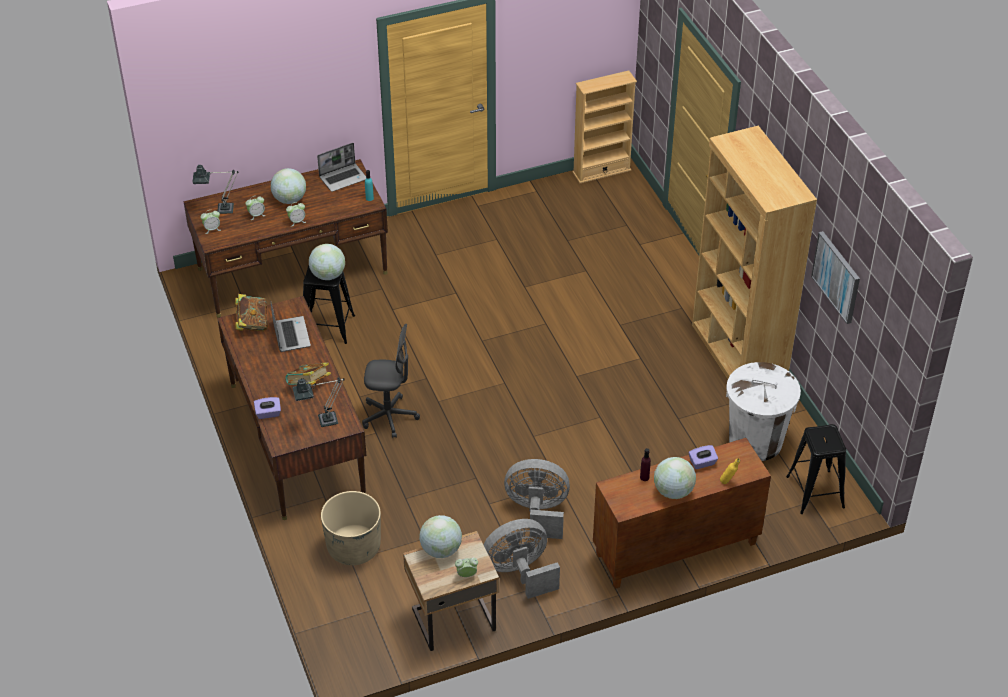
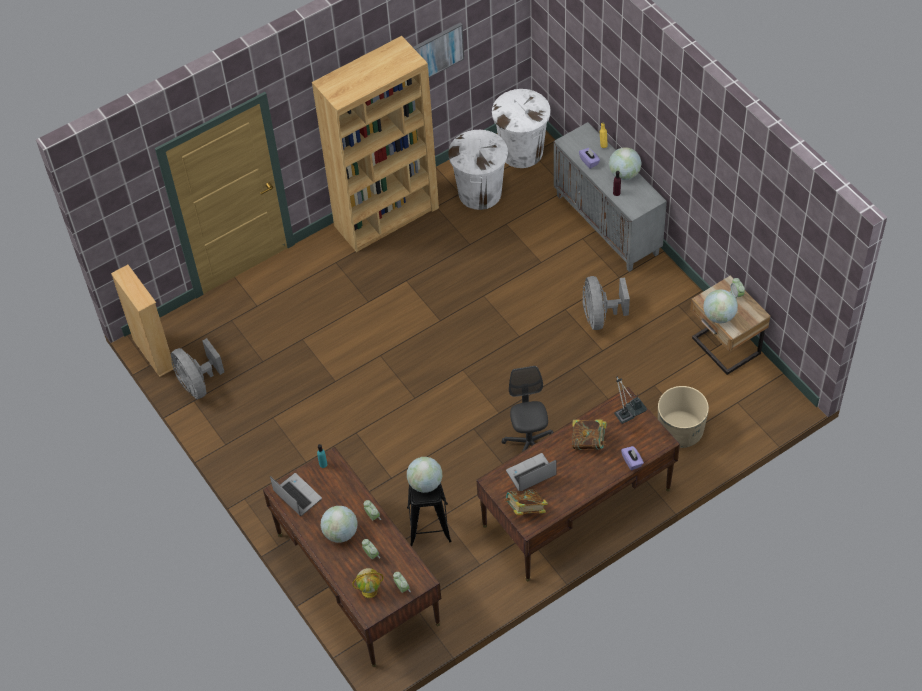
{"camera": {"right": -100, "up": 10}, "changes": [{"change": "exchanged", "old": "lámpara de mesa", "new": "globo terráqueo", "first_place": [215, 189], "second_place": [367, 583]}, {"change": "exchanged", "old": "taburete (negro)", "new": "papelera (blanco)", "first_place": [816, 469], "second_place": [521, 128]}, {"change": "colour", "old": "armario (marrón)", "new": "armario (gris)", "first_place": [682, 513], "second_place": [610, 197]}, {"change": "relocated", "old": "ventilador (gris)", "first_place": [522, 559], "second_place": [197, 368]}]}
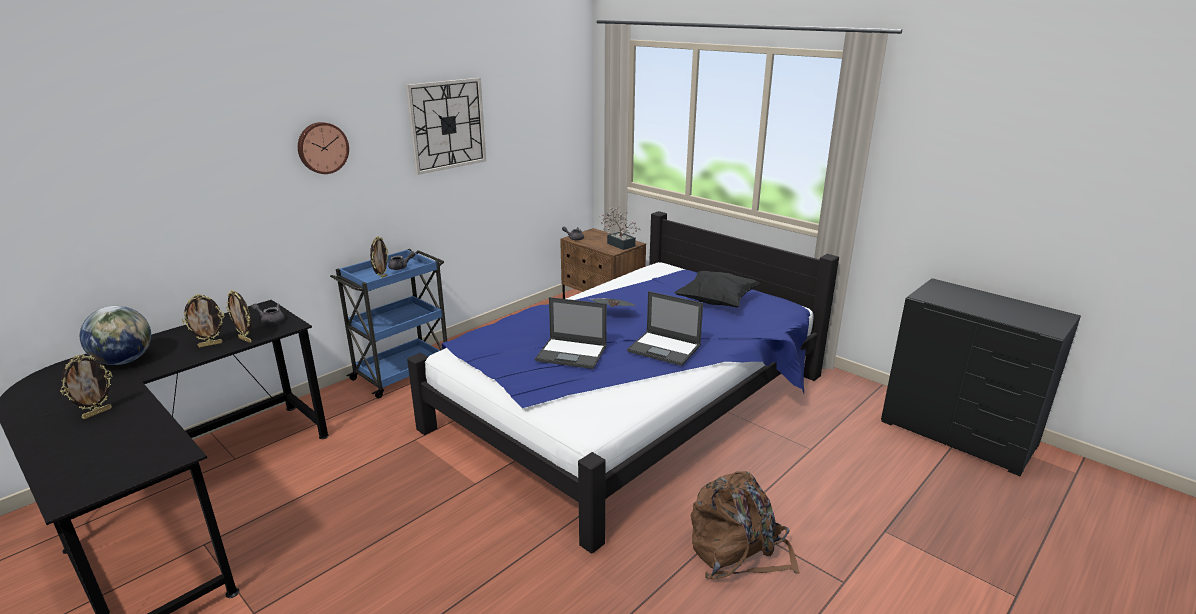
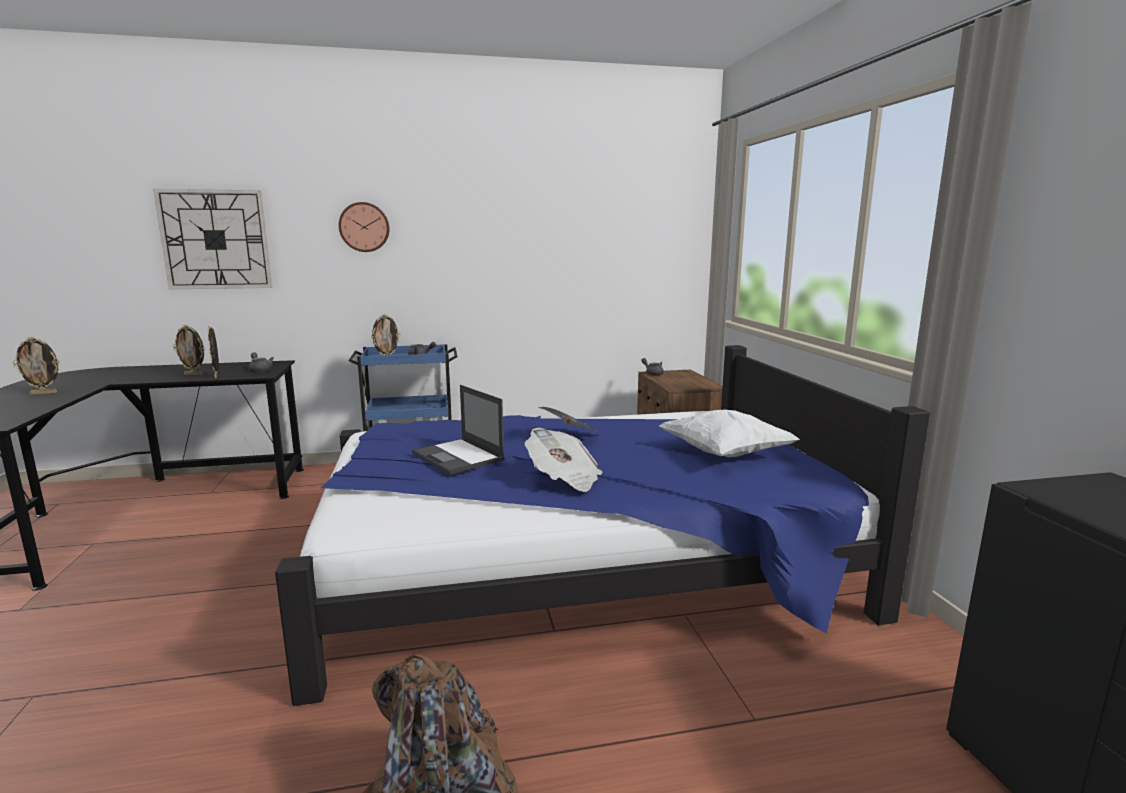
{"camera": {"right": 35, "up": -10}, "changes": [{"change": "relocated", "old": "reloj de pared", "first_place": [446, 126], "second_place": [212, 239]}, {"change": "missing", "old": "planta en maceta", "first_place": [619, 228]}, {"change": "colour", "old": "cojín (negro)", "new": "cojín (blanco)", "first_place": [717, 289], "second_place": [729, 433]}, {"change": "exchanged", "old": "portátil", "new": "periódico", "first_place": [665, 328], "second_place": [563, 460]}, {"change": "missing", "old": "globo terráqueo", "first_place": [115, 335]}]}
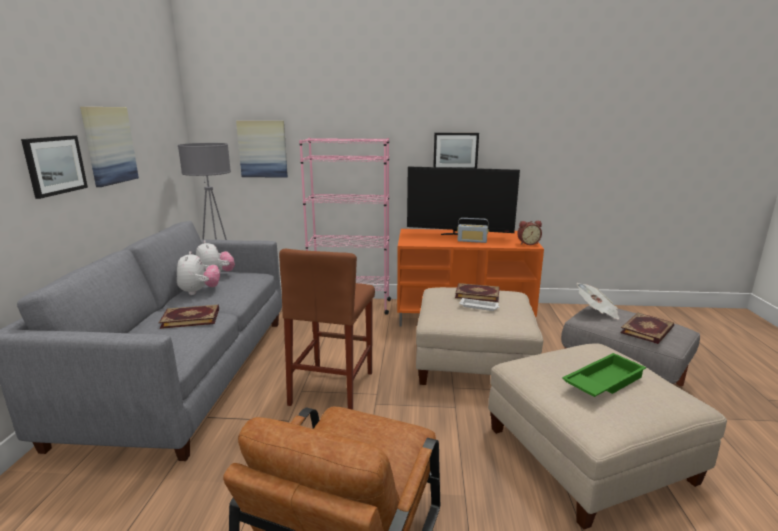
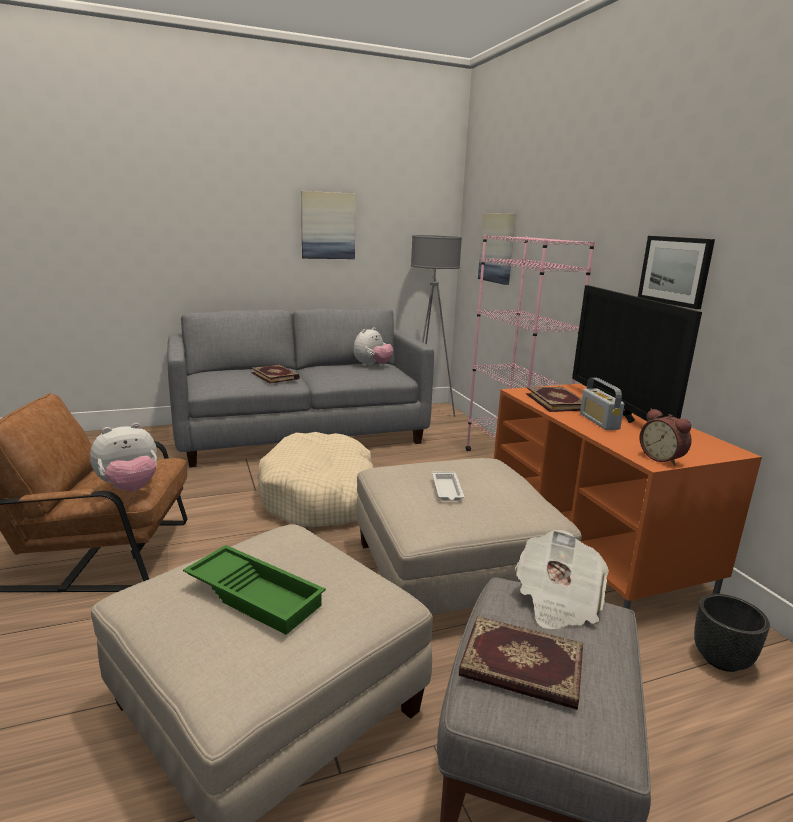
{"camera": {"right": 65, "up": 0}, "changes": [{"change": "missing", "old": "cuadro", "first_place": [54, 167]}, {"change": "exchanged", "old": "taburete (marrón)", "new": "cama para perro (beis)", "first_place": [327, 329], "second_place": [315, 479]}, {"change": "relocated", "old": "peluche", "first_place": [198, 273], "second_place": [123, 457]}, {"change": "relocated", "old": "libro", "first_place": [477, 292], "second_place": [554, 399]}, {"change": "appeared", "new": "maceta (negro)", "second_place": [732, 633]}]}
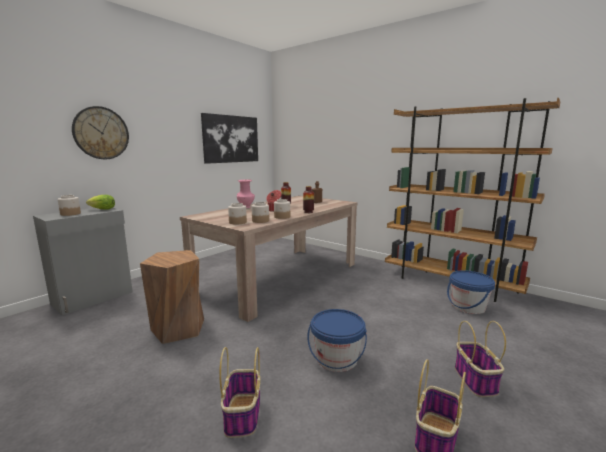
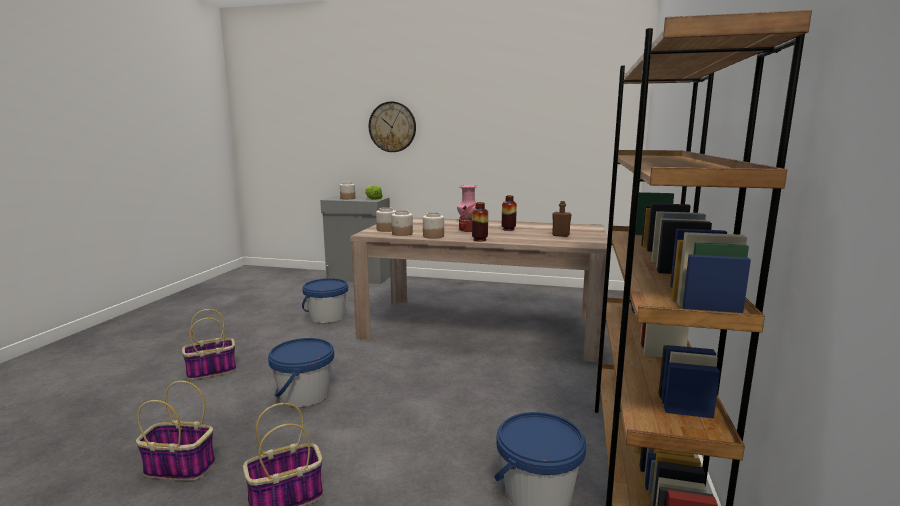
{"camera": {"right": 65, "up": 0}, "changes": [{"change": "missing", "old": "cuadro", "first_place": [229, 138]}, {"change": "exchanged", "old": "taburete (marrón)", "new": "cubo (azul)", "first_place": [172, 297], "second_place": [325, 300]}]}
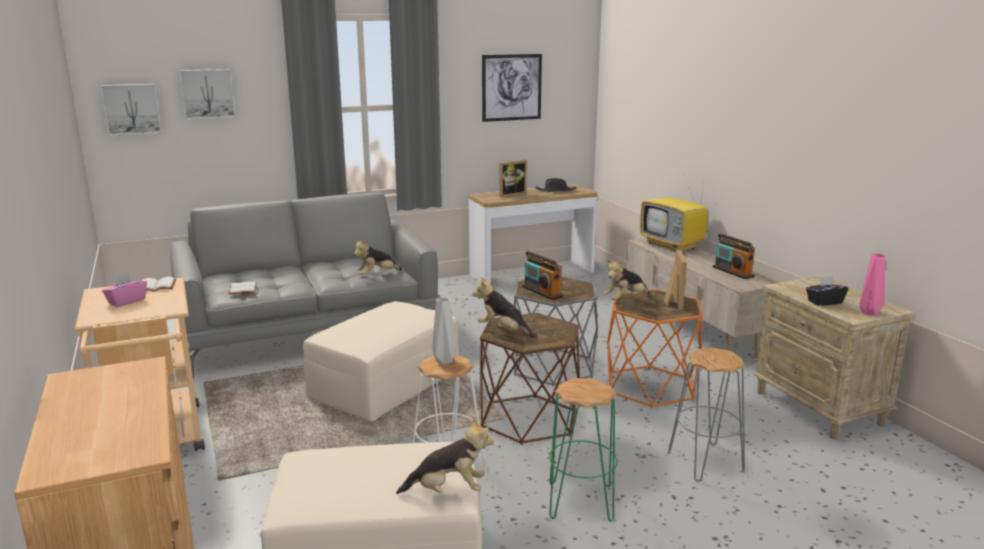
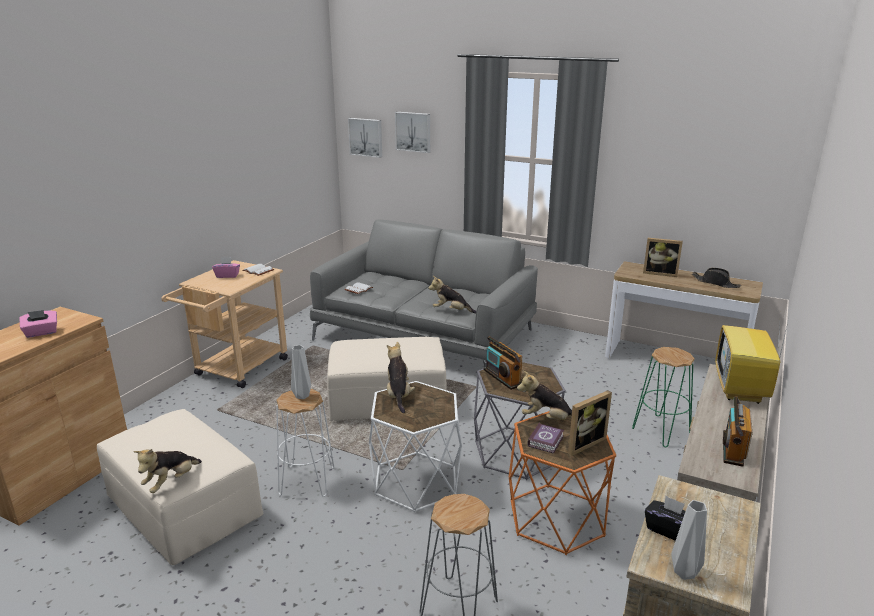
{"camera": {"right": 50, "up": 5}, "changes": [{"change": "missing", "old": "cuadro", "first_place": [512, 88]}, {"change": "spun", "old": "radio", "first_place": [542, 275], "second_place": [503, 363], "degrees": -45}, {"change": "colour", "old": "florero (rosa)", "new": "florero (gris)", "first_place": [872, 284], "second_place": [689, 540]}, {"change": "colour", "old": "mesa auxiliar (marrón)", "new": "mesa auxiliar (blanco)", "first_place": [530, 379], "second_place": [415, 447]}, {"change": "relocated", "old": "taburete (verde)", "first_place": [583, 450], "second_place": [663, 397]}, {"change": "spun", "old": "peluche", "first_place": [445, 455], "second_place": [167, 471], "degrees": 75}, {"change": "appeared", "new": "caja de pañuelos (rosa)", "second_place": [38, 324]}, {"change": "appeared", "new": "libro", "second_place": [545, 438]}]}
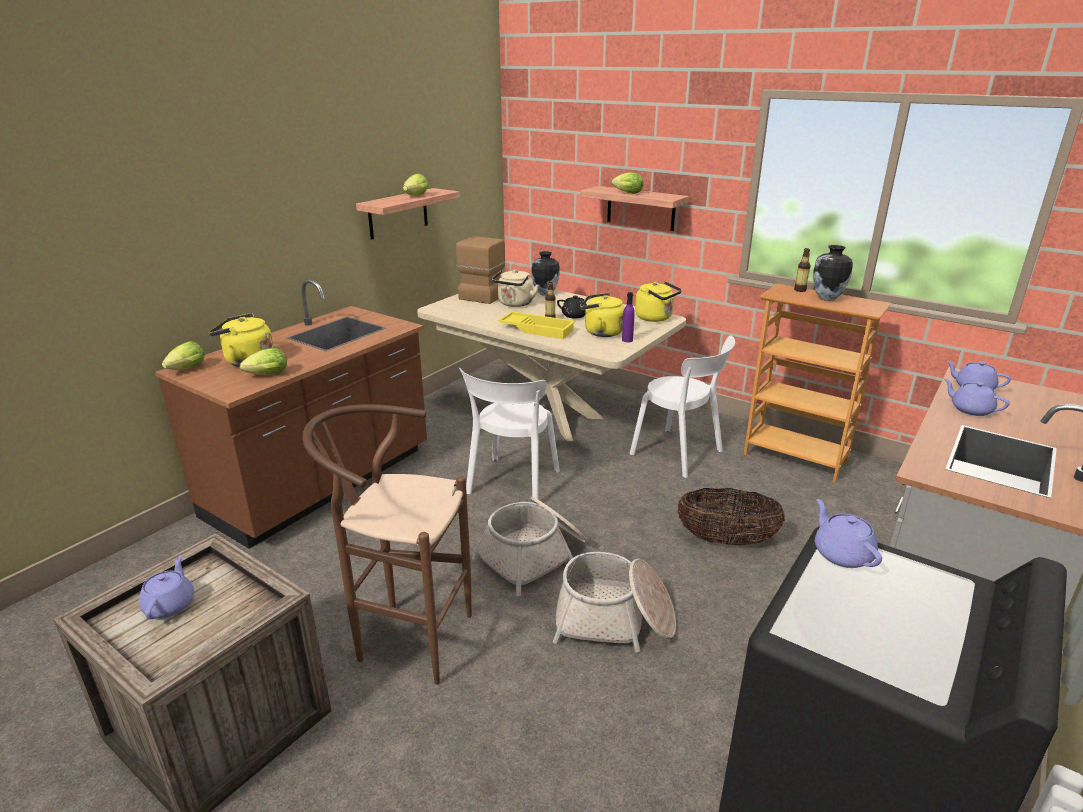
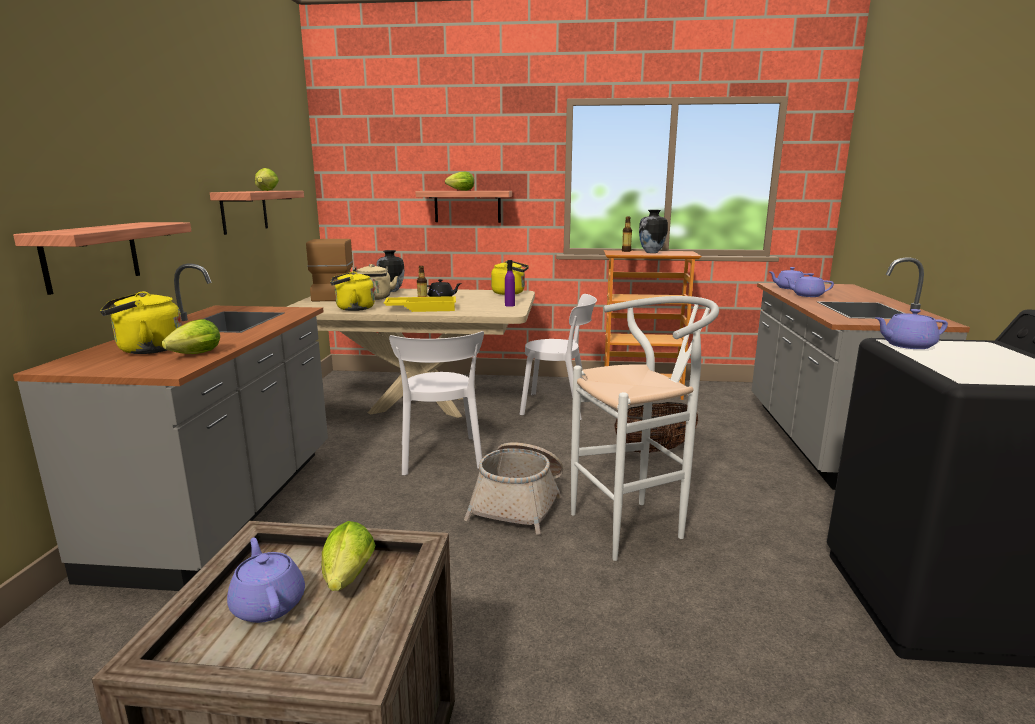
{"camera": {"right": -30, "up": -10}, "changes": [{"change": "colour", "old": "mueble bajo de cocina (marrón)", "new": "mueble bajo de cocina (gris)", "first_place": [291, 414], "second_place": [170, 427]}, {"change": "relocated", "old": "hervidor (amarillo)", "first_place": [602, 315], "second_place": [352, 291]}, {"change": "relocated", "old": "lechuga", "first_place": [183, 355], "second_place": [348, 556]}, {"change": "missing", "old": "taburete (marrón)", "first_place": [387, 544]}, {"change": "spun", "old": "tetera (morado)", "first_place": [848, 533], "second_place": [911, 329], "degrees": -45}, {"change": "exchanged", "old": "cesta", "new": "taburete (blanco)", "first_place": [614, 602], "second_place": [645, 428]}, {"change": "appeared", "new": "estante", "second_place": [102, 258]}]}
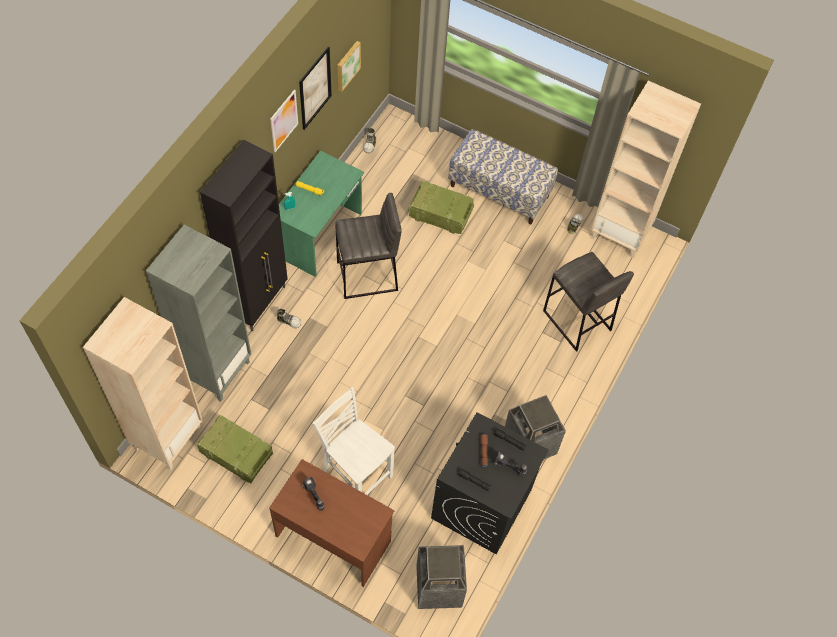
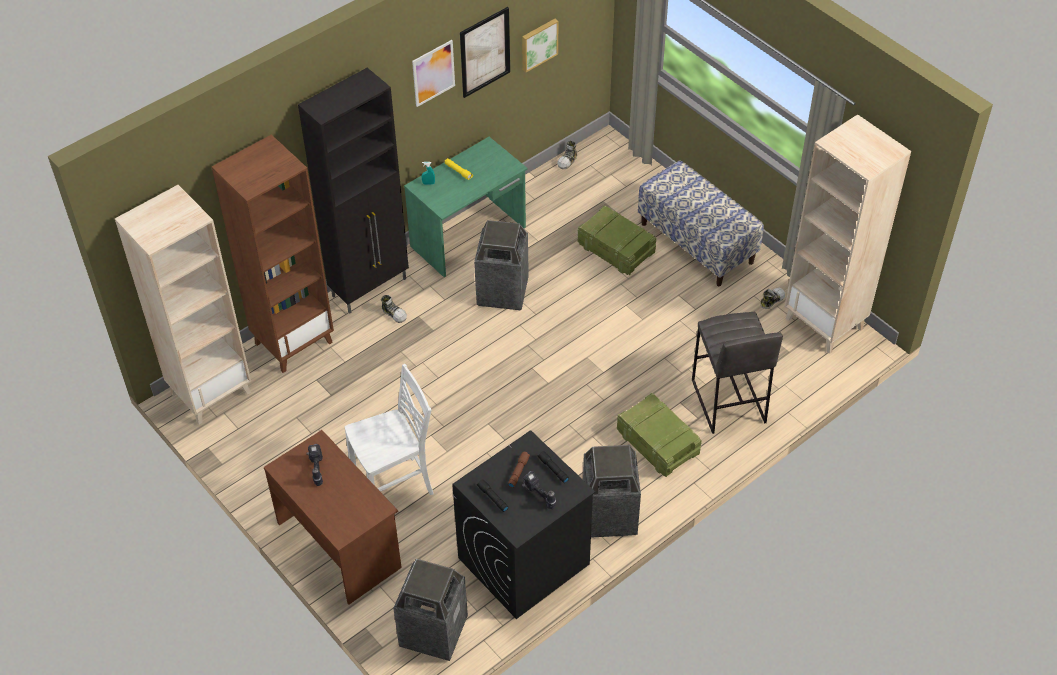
{"camera": {"right": 25, "up": -10}, "changes": [{"change": "exchanged", "old": "taburete (gris)", "new": "papelera", "first_place": [368, 246], "second_place": [501, 265]}, {"change": "colour", "old": "estantería (gris)", "new": "estantería (marrón)", "first_place": [198, 313], "second_place": [273, 254]}, {"change": "spun", "old": "silla (blanco)", "first_place": [353, 441], "second_place": [389, 429], "degrees": 90}, {"change": "relocated", "old": "caja de embalaje", "first_place": [235, 448], "second_place": [659, 435]}]}
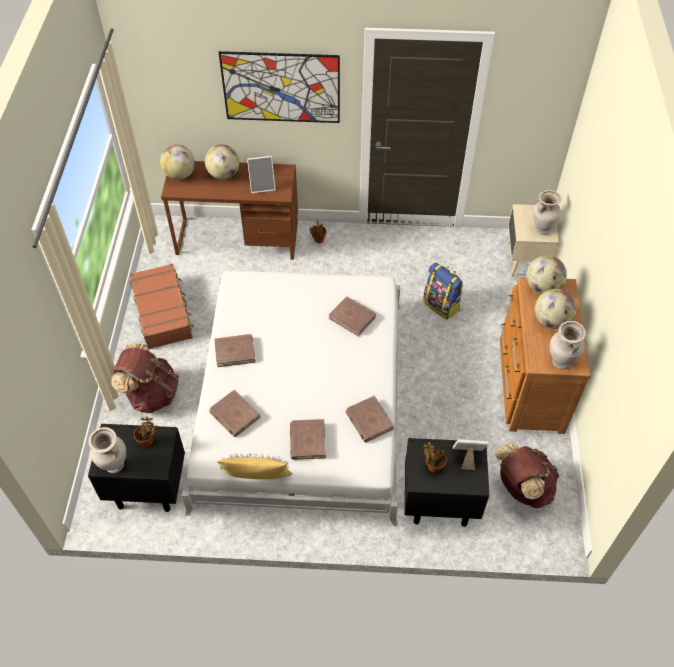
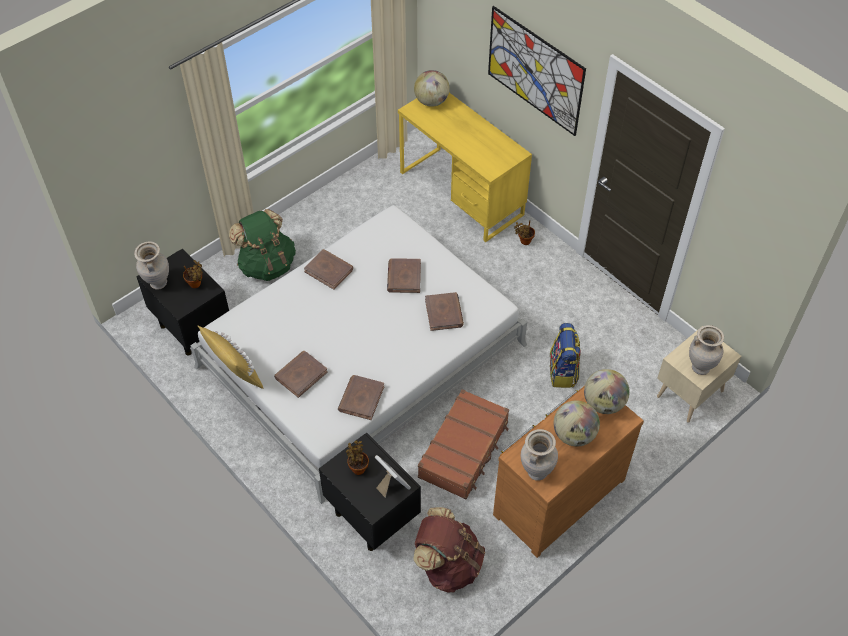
{"camera": {"right": 45, "up": 0}, "changes": [{"change": "missing", "old": "globo terráqueo", "first_place": [222, 161]}, {"change": "missing", "old": "portarretratos", "first_place": [261, 174]}, {"change": "colour", "old": "escritorio (marrón)", "new": "escritorio (amarillo)", "first_place": [229, 210], "second_place": [465, 167]}, {"change": "relocated", "old": "maleta (marrón)", "first_place": [161, 306], "second_place": [463, 444]}, {"change": "colour", "old": "mochila (marrón)", "new": "mochila (verde)", "first_place": [145, 378], "second_place": [262, 245]}, {"change": "relocated", "old": "libro (marrón)", "first_place": [234, 413], "second_place": [404, 275]}]}
